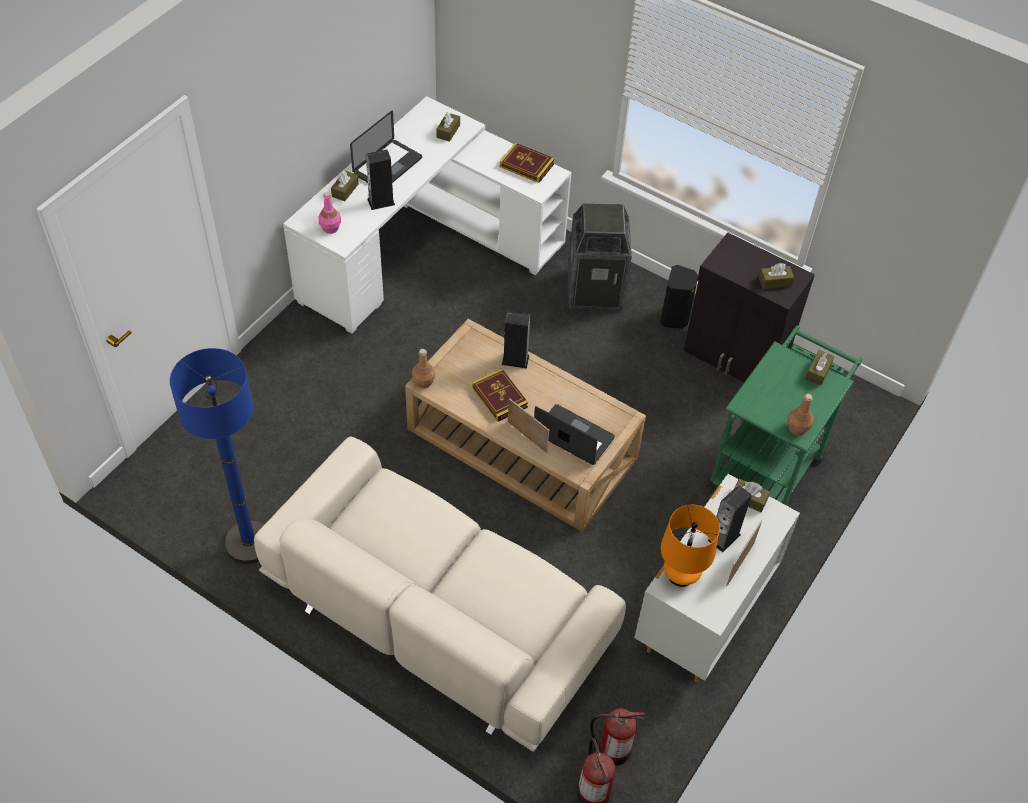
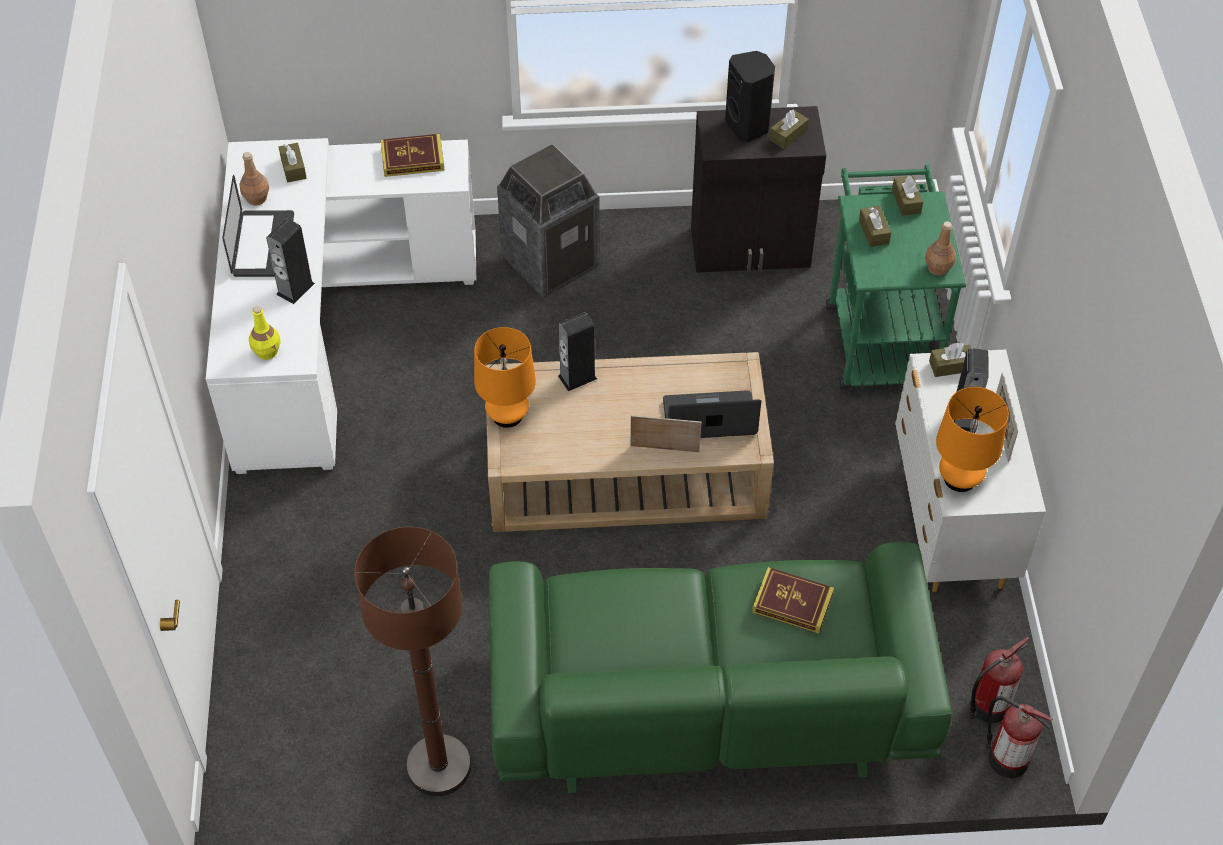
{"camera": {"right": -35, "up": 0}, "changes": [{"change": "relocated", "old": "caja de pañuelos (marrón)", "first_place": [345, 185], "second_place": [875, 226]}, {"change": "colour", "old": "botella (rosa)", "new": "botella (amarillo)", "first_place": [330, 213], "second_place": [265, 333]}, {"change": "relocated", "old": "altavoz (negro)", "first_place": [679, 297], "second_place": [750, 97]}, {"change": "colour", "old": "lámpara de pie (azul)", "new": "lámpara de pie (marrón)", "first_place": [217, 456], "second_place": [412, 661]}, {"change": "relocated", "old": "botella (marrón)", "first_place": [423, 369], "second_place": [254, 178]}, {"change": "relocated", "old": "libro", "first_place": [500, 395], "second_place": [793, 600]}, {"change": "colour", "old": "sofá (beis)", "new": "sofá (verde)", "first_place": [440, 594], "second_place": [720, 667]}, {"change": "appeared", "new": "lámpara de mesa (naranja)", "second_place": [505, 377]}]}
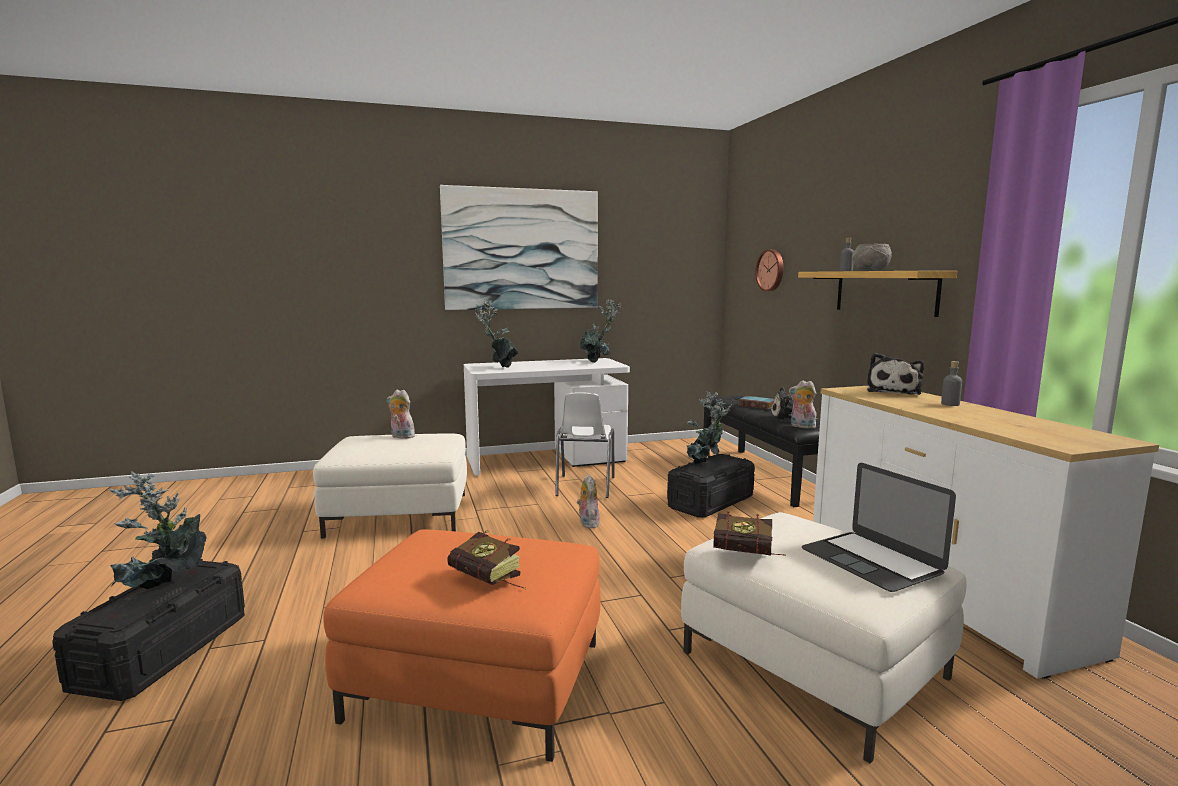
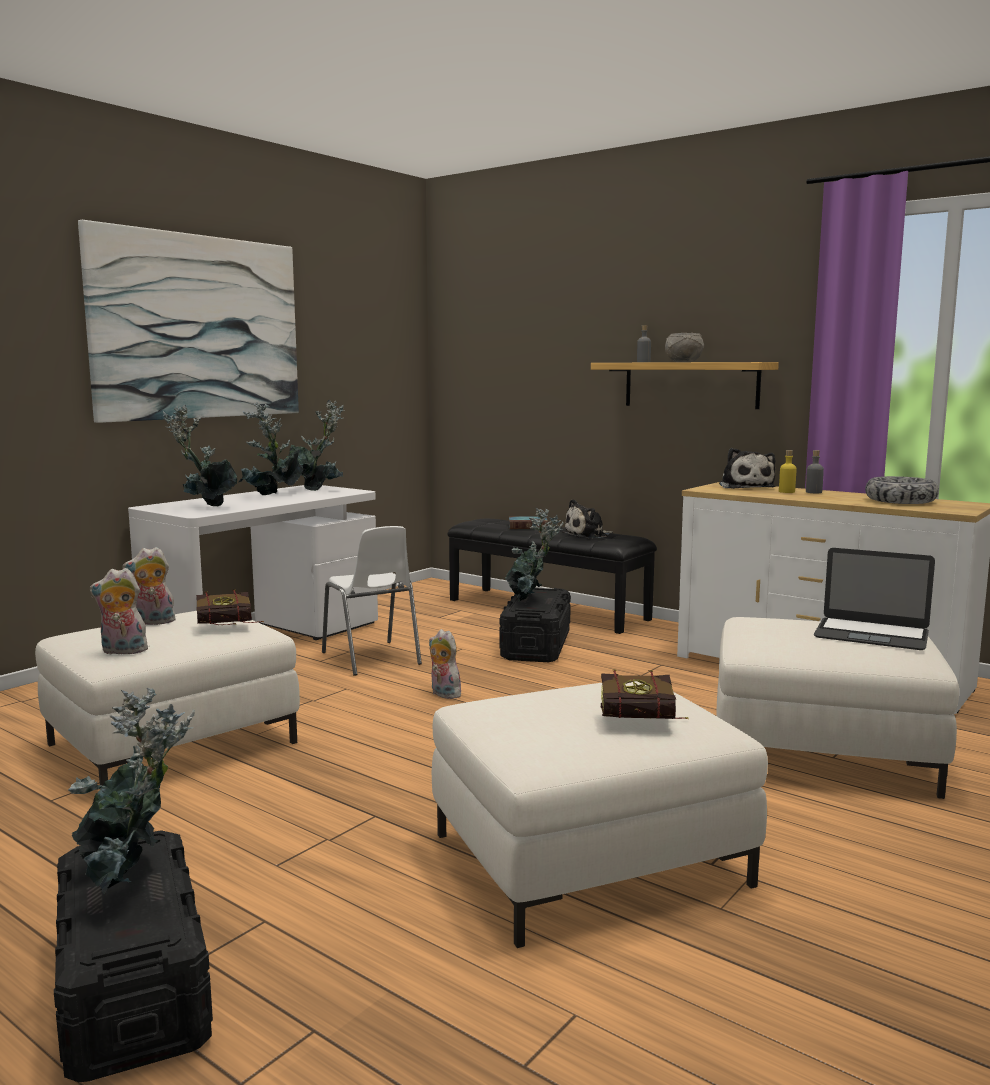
{"camera": {"right": -35, "up": 0}, "changes": [{"change": "missing", "old": "reloj de pared", "first_place": [769, 270]}, {"change": "relocated", "old": "peluche", "first_place": [803, 404], "second_place": [119, 611]}, {"change": "relocated", "old": "libro", "first_place": [749, 533], "second_place": [229, 607]}, {"change": "colour", "old": "puf (naranja)", "new": "puf (blanco)", "first_place": [462, 645], "second_place": [600, 814]}, {"change": "appeared", "new": "planta en maceta", "second_place": [270, 448]}, {"change": "appeared", "new": "botella (amarillo)", "second_place": [787, 471]}, {"change": "appeared", "new": "cuenco", "second_place": [902, 490]}]}
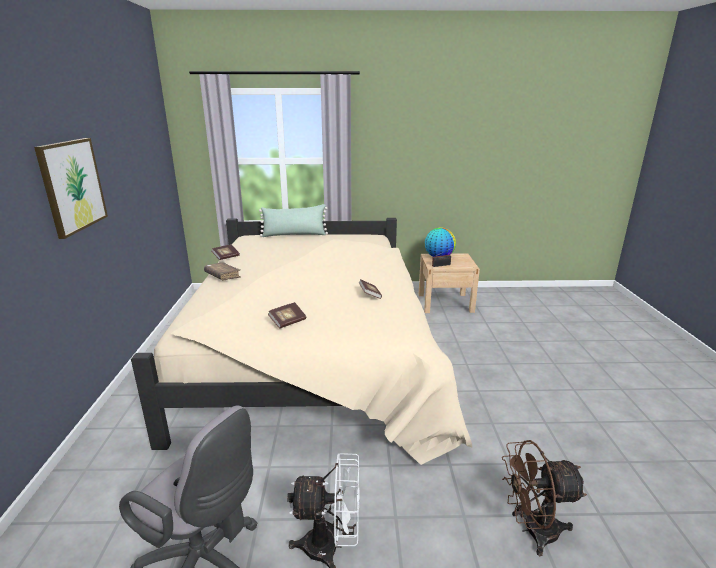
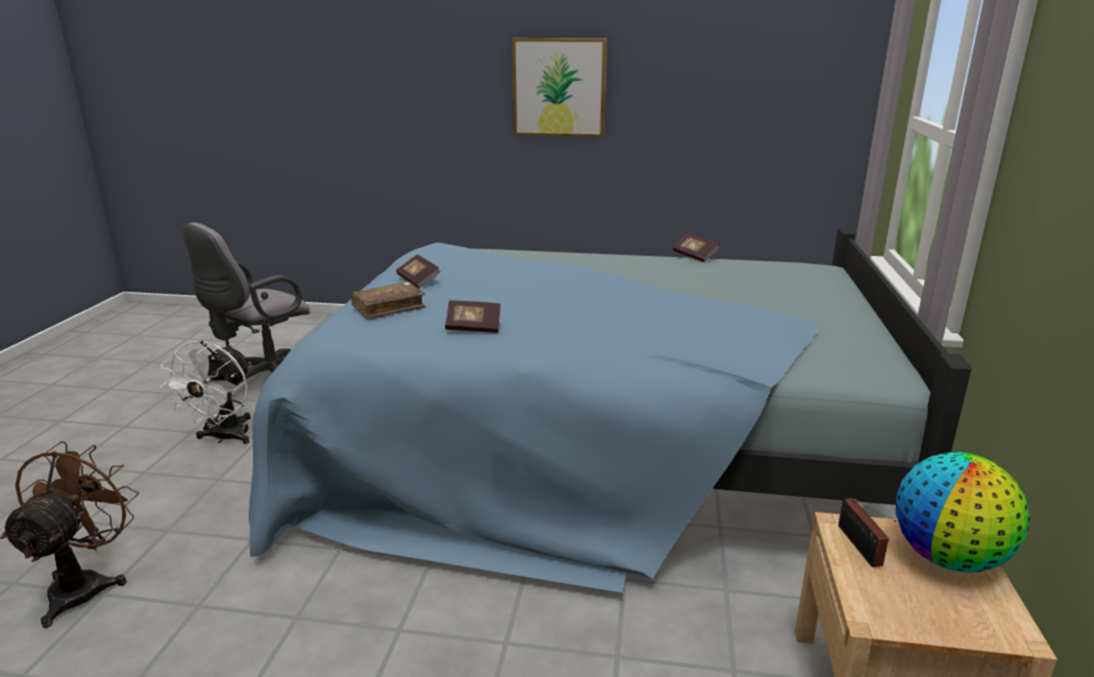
{"camera": {"right": 100, "up": 0}, "changes": [{"change": "missing", "old": "cojín (verde)", "first_place": [293, 220]}, {"change": "colour", "old": "cama (beis)", "new": "cama (azul)", "first_place": [301, 341], "second_place": [610, 410]}, {"change": "relocated", "old": "libro (marrón)", "first_place": [222, 271], "second_place": [388, 301]}]}
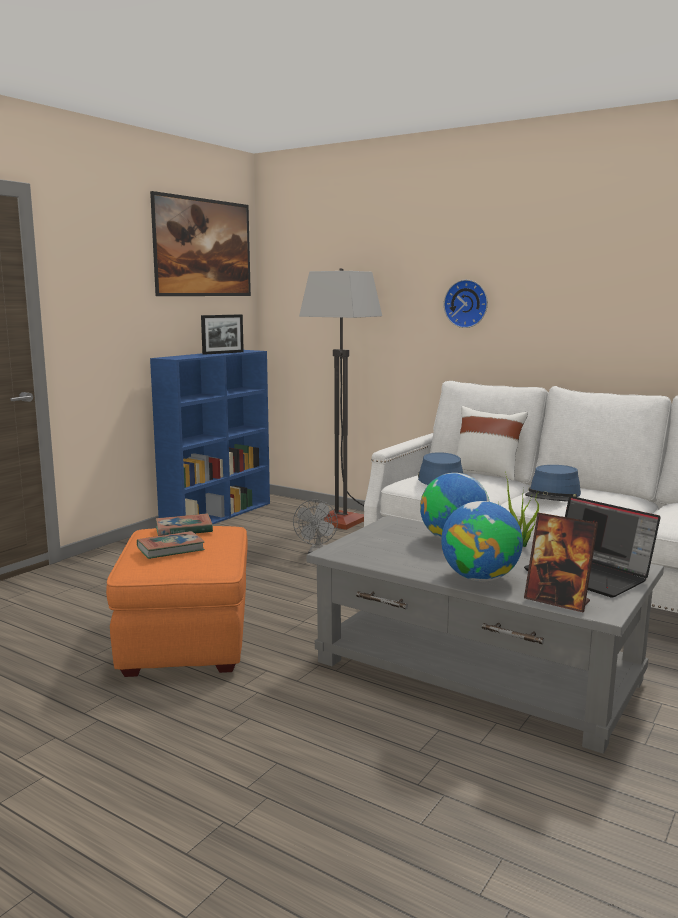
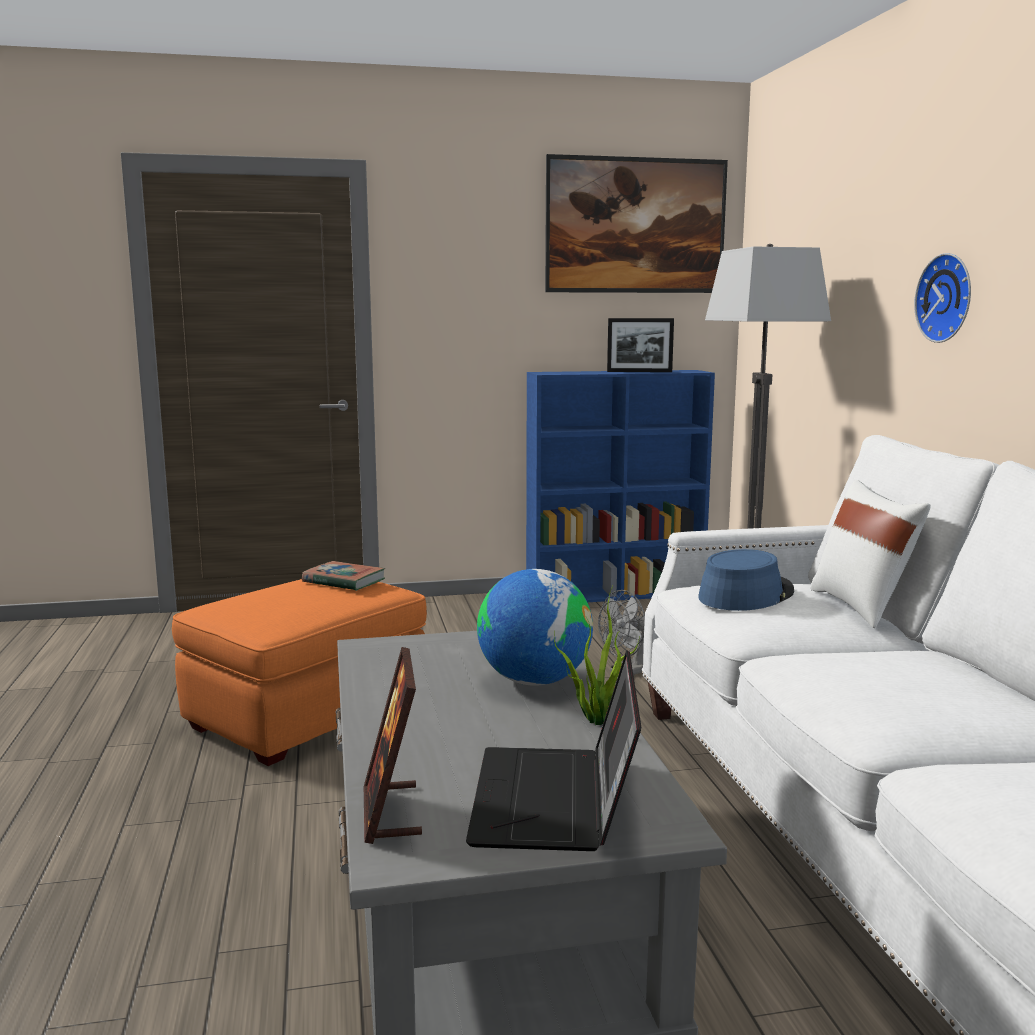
{"camera": {"right": 45, "up": 0}, "changes": [{"change": "missing", "old": "sombrero (azul)", "first_place": [553, 483]}, {"change": "missing", "old": "globo terráqueo", "first_place": [482, 541]}, {"change": "missing", "old": "libro", "first_place": [171, 545]}]}
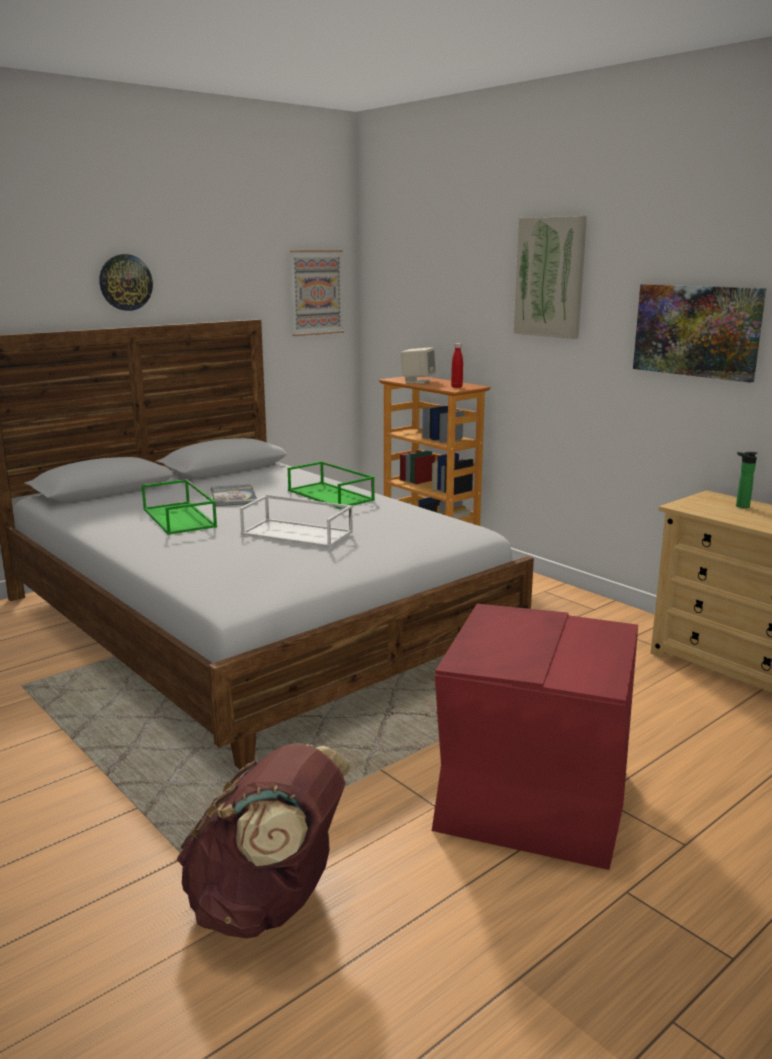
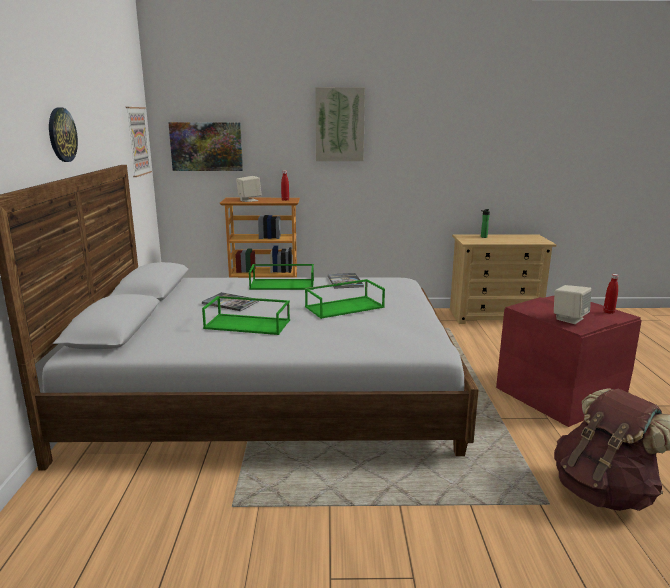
{"camera": {"right": -50, "up": 0}, "changes": [{"change": "relocated", "old": "cuadro", "first_place": [699, 333], "second_place": [205, 146]}, {"change": "colour", "old": "bandeja (blanco)", "new": "bandeja (verde)", "first_place": [296, 521], "second_place": [345, 299]}, {"change": "appeared", "new": "libro", "second_place": [346, 281]}, {"change": "appeared", "new": "botella (rojo)", "second_place": [611, 294]}, {"change": "appeared", "new": "altavoz (beis)", "second_place": [572, 304]}]}
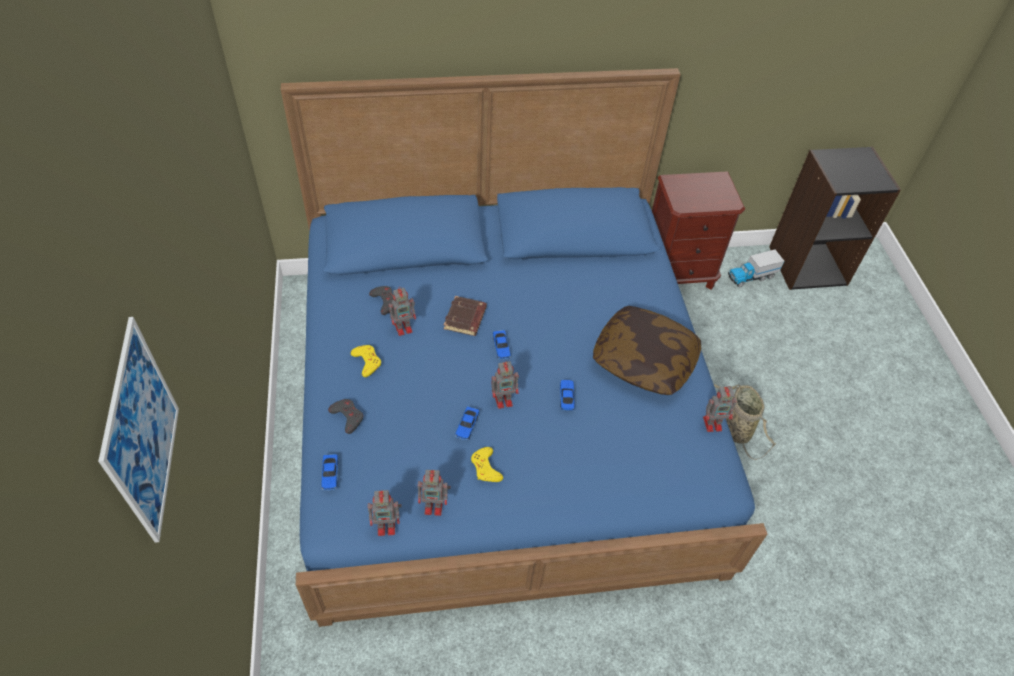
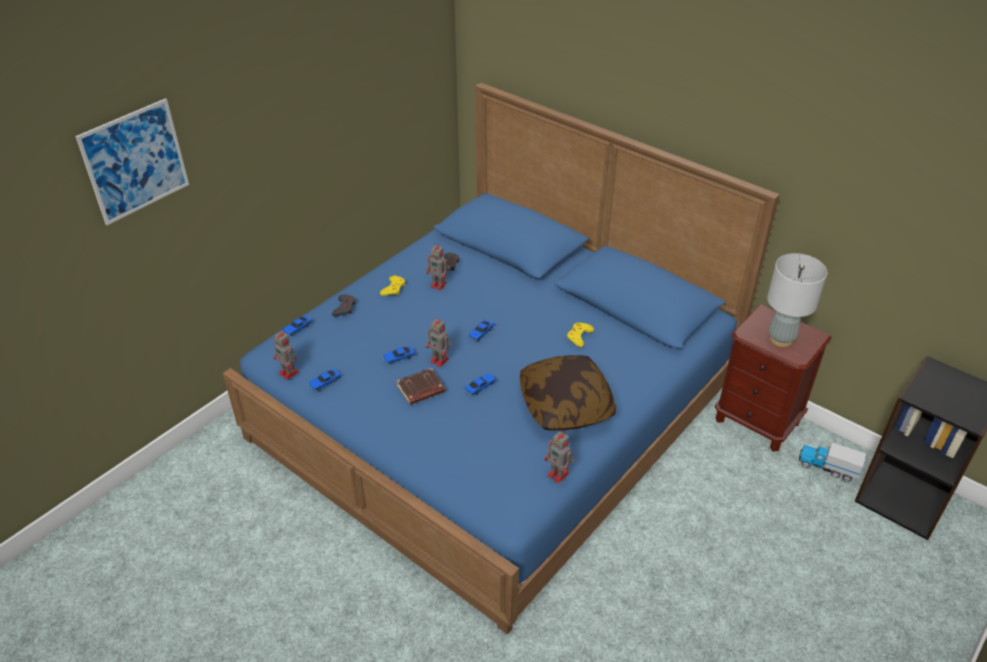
{"camera": {"right": 50, "up": -10}, "changes": [{"change": "relocated", "old": "libro (marrón)", "first_place": [465, 316], "second_place": [421, 386]}, {"change": "missing", "old": "cesta", "first_place": [745, 422]}, {"change": "relocated", "old": "mando de consola (amarillo)", "first_place": [487, 464], "second_place": [580, 335]}, {"change": "exchanged", "old": "robot de juguete", "new": "coche de juguete", "first_place": [434, 493], "second_place": [324, 379]}, {"change": "appeared", "new": "lámpara de mesa (gris)", "second_place": [797, 300]}]}
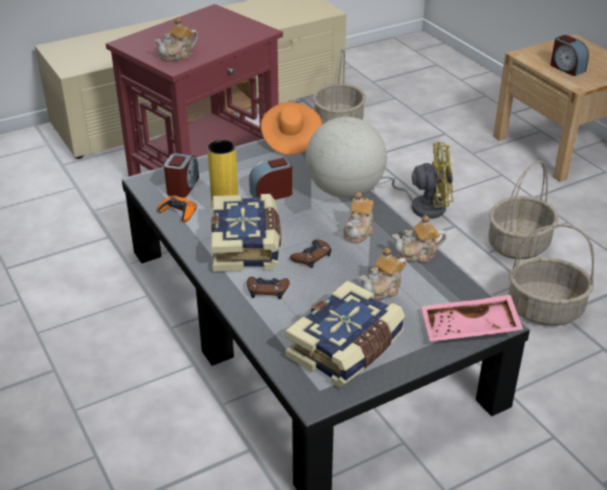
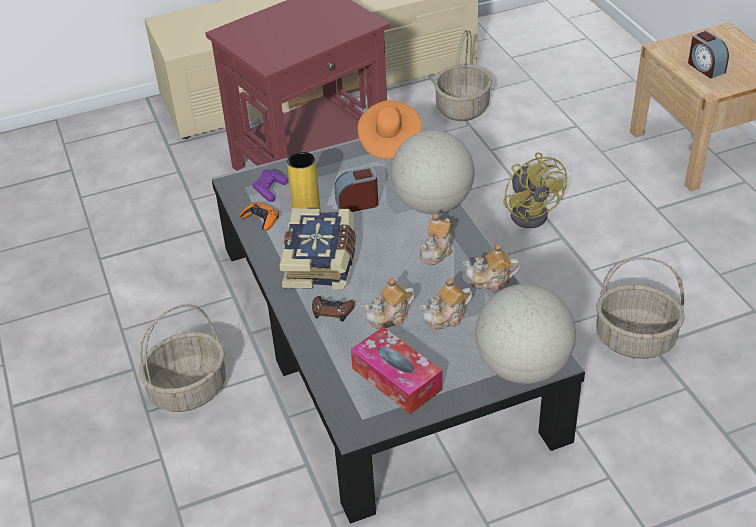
{"camera": {"right": 10, "up": 5}, "changes": [{"change": "relocated", "old": "tetera", "first_place": [176, 39], "second_place": [388, 303]}, {"change": "spun", "old": "ventilador (amarillo)", "first_place": [413, 180], "second_place": [535, 190], "degrees": 60}, {"change": "exchanged", "old": "despertador", "new": "mando de consola (morado)", "first_place": [181, 175], "second_place": [270, 185]}, {"change": "relocated", "old": "cesta", "first_place": [523, 210], "second_place": [182, 358]}, {"change": "missing", "old": "mando de consola (marrón)", "first_place": [311, 254]}, {"change": "exchanged", "old": "libro", "new": "caja de pañuelos", "first_place": [345, 334], "second_place": [396, 370]}, {"change": "exchanged", "old": "bandeja (rosa)", "new": "globo terráqueo", "first_place": [472, 318], "second_place": [525, 334]}]}
